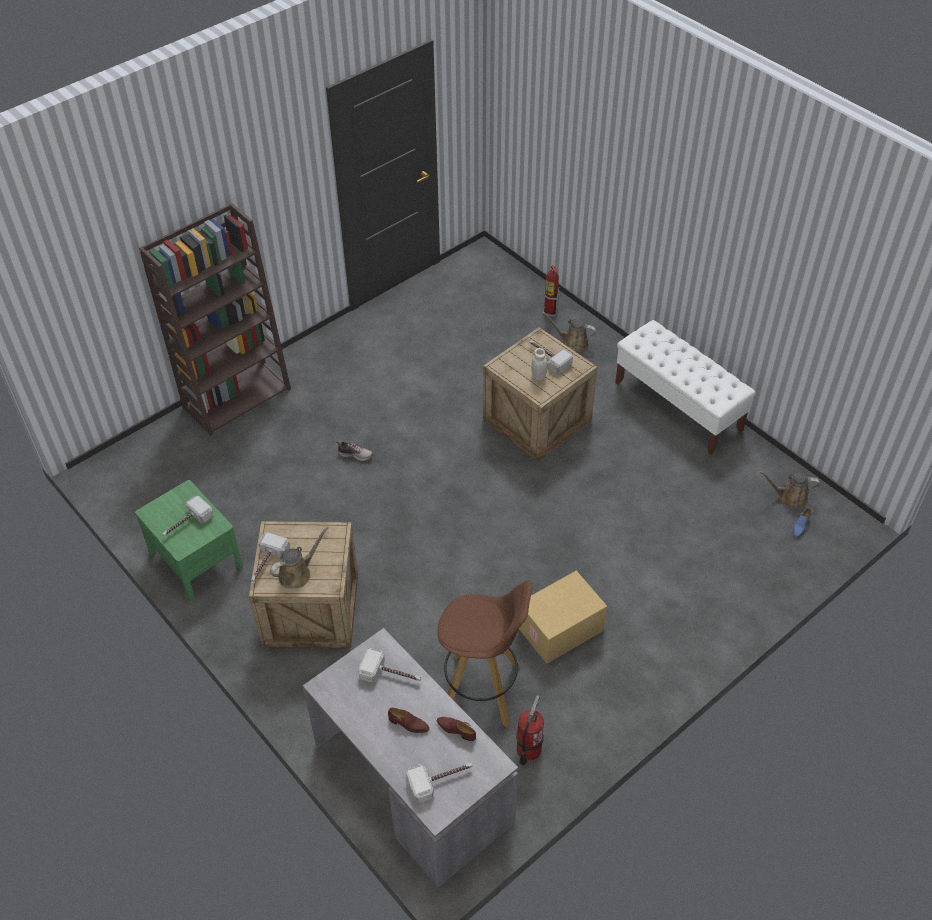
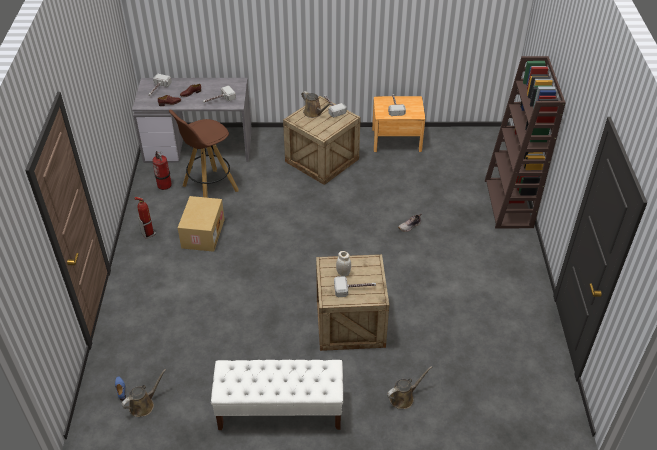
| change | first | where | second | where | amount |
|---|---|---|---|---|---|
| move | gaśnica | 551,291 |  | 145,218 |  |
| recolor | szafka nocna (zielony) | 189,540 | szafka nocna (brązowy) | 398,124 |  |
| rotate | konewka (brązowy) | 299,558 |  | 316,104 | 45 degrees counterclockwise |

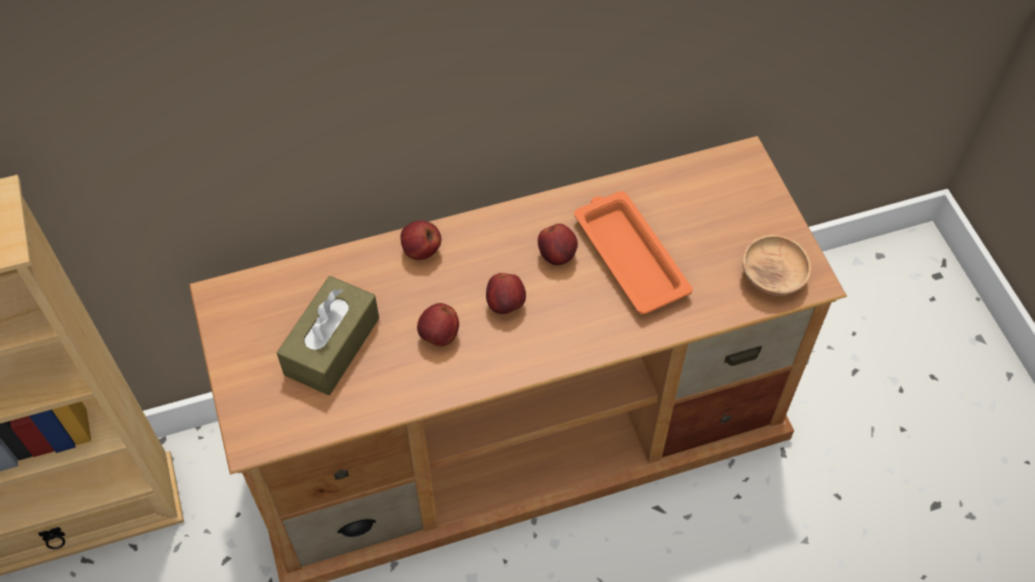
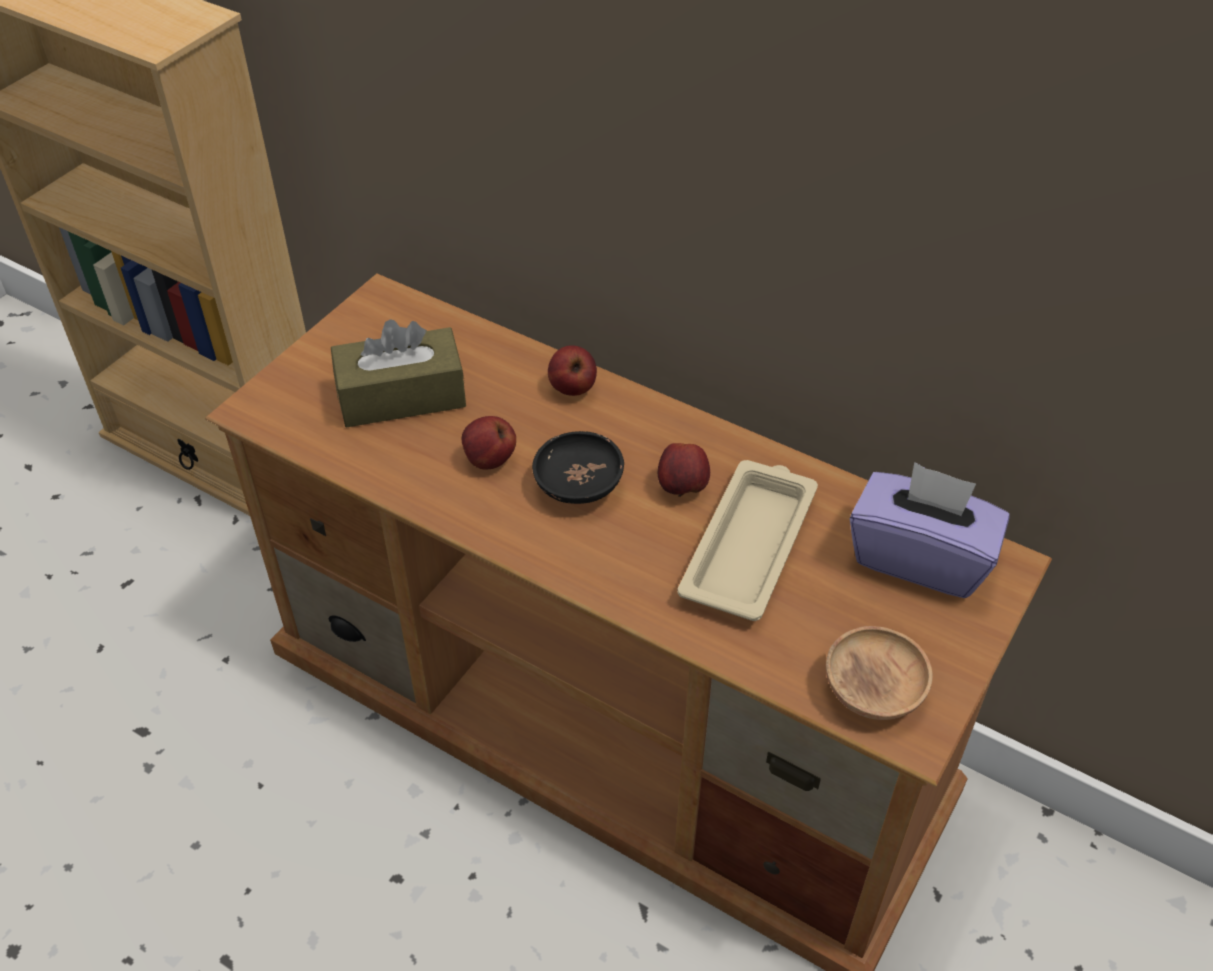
| change | first | where | second | where | amount |
|---|---|---|---|---|---|
| recolor | taca (pomarańczowy) | 633,253 | taca (beżowy) | 747,540 |  |
| replace | jabłko | 506,293 | miska (czarny) | 578,467 |  |
| insert |  |  | pudełko chusteczek (fioletowy) | 929,530 |  |

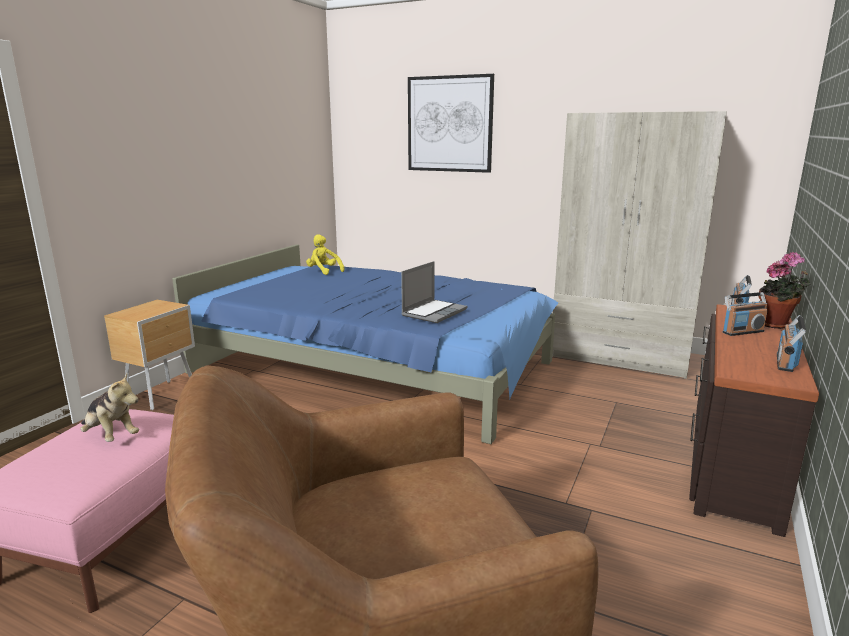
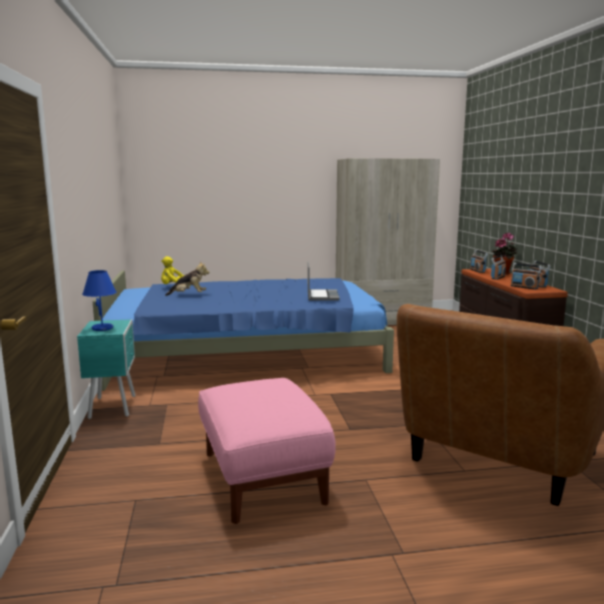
| change | first | where | second | where | amount |
|---|---|---|---|---|---|
| delete | obraz | 451,123 |  |  |  |
| recolor | szafka nocna (brązowy) | 149,355 | szafka nocna (turkusowy) | 106,369 |  |
| move | pluszak | 109,407 |  | 187,278 |  |
| insert |  |  | radio | 526,276 |  |
| insert |  |  | lampa stołowa (niebieski) | 99,300 |  |

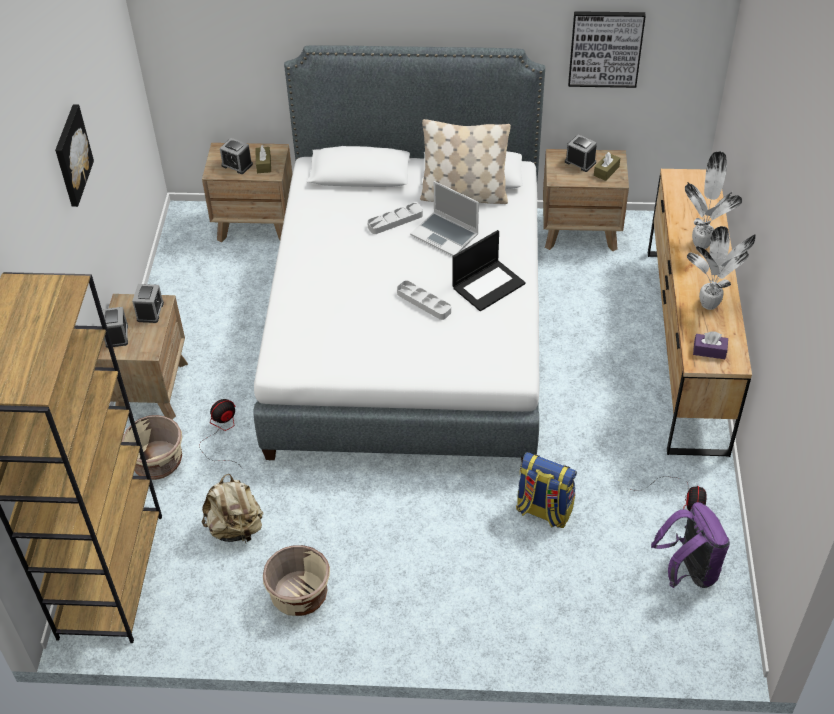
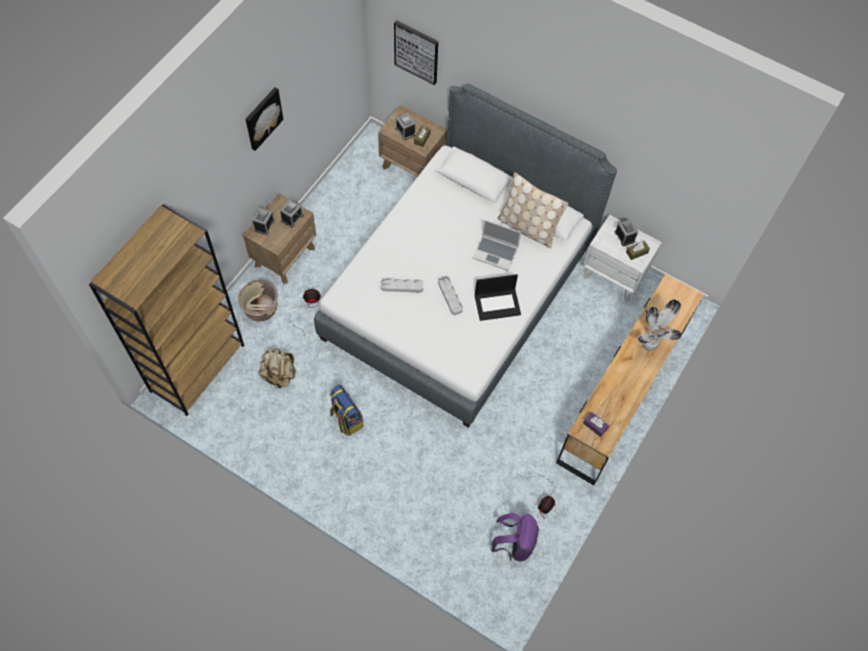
| change | first | where | second | where | amount |
|---|---|---|---|---|---|
| move | obraz | 607,49 |  | 416,52 |  |
| recolor | szafka nocna (brązowy) | 586,200 | szafka nocna (biały) | 622,258 |  |
| rotate | laptop | 444,218 |  | 497,245 | 45 degrees counterclockwise |
| move | taca (szary) | 395,218 |  | 402,286 |  |
| delete | roślina doniczkowa | 721,268 |  |  |  |
| move | plecak | 546,490 |  | 347,410 |  |
| delete | donica (beżowy) | 296,580 |  |  |  |

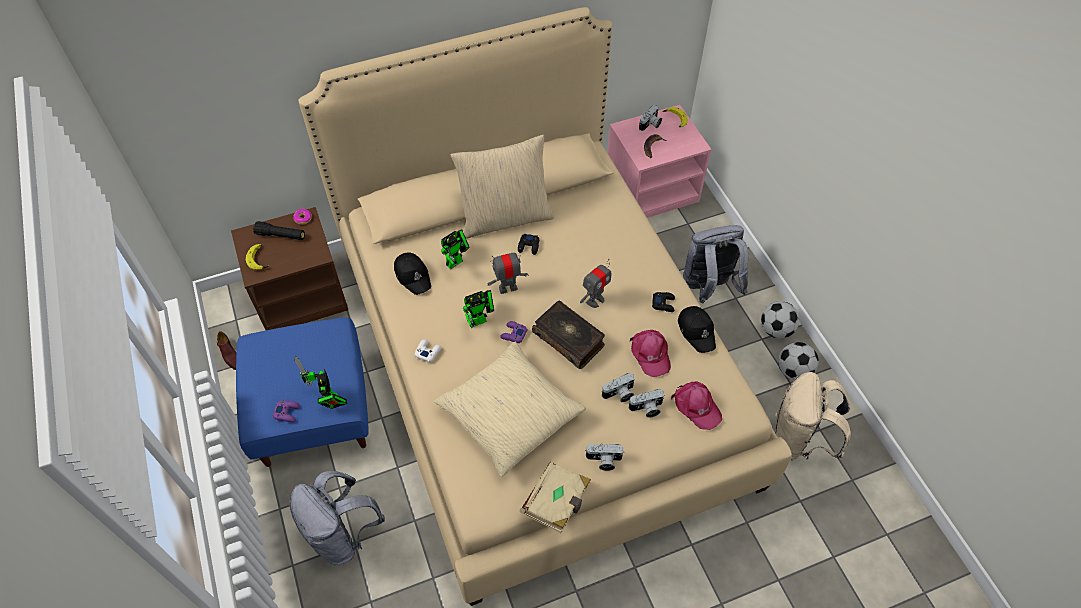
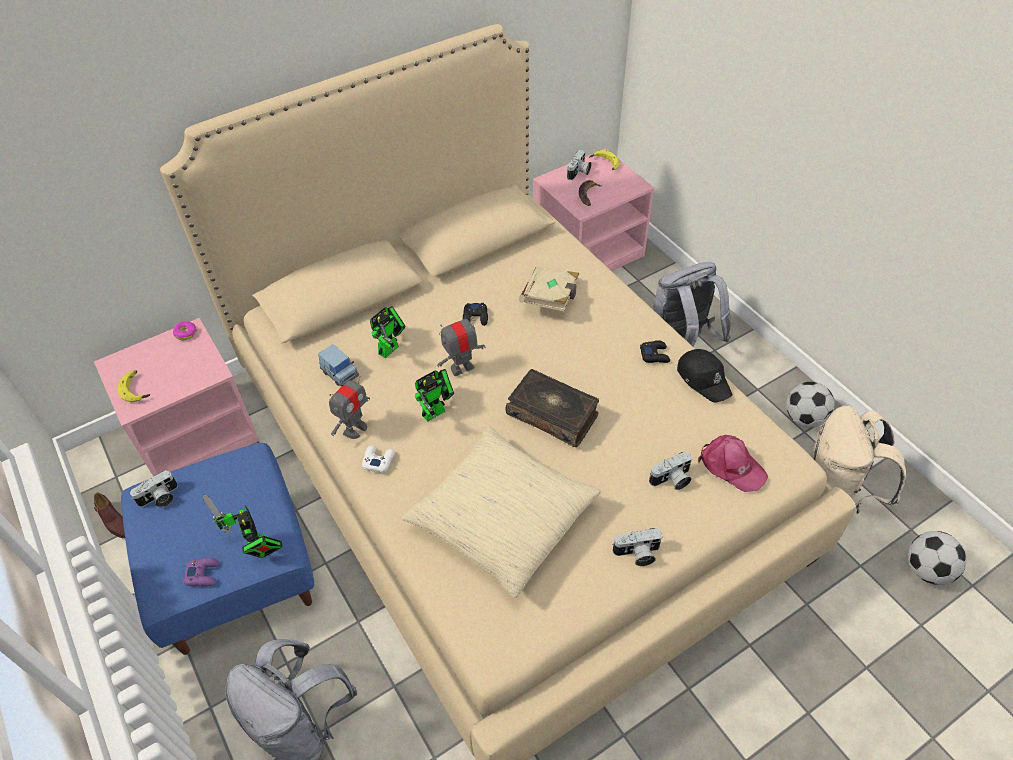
| change | first | where | second | where | amount |
|---|---|---|---|---|---|
| delete | poduszka (beżowy) | 502,187 |  |  |  |
| recolor | szafka nocna (brązowy) | 289,268 | szafka nocna (różowy) | 176,397 |  |
| delete | latarka (czarny) | 279,230 |  |  |  |
| replace | czapka z daszkiem (czarny) | 412,273 | samochodzik (niebieski) | 338,365 |  |
| move | robot zabawkowy | 595,283 |  | 349,404 |  |
| move | piłka futbolowa | 780,320 |  | 937,558 |  |
| delete | pad do gier (fioletowy) | 514,332 |  |  |  |
| delete | czapka z daszkiem (różowy) | 650,353 |  |  |  |
| move | aparat fotograficzny | 618,387 |  | 154,488 |  |
| move | książka (beżowy) | 555,497 |  | 549,288 |  |

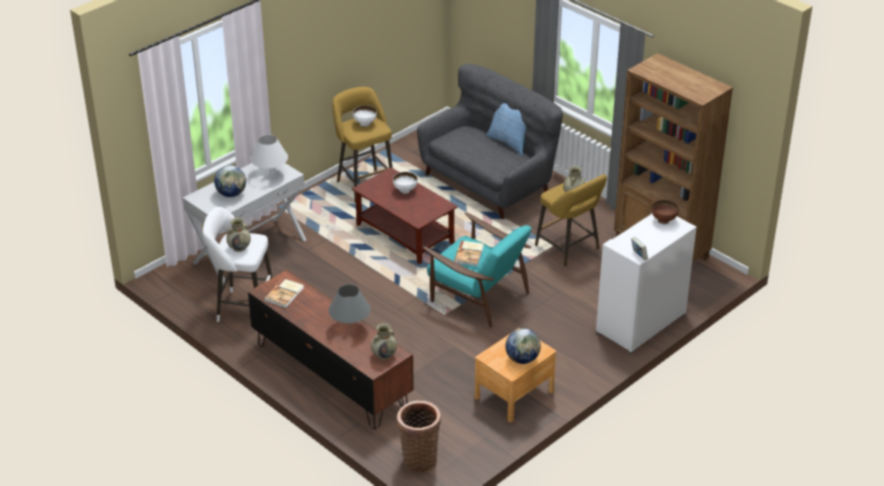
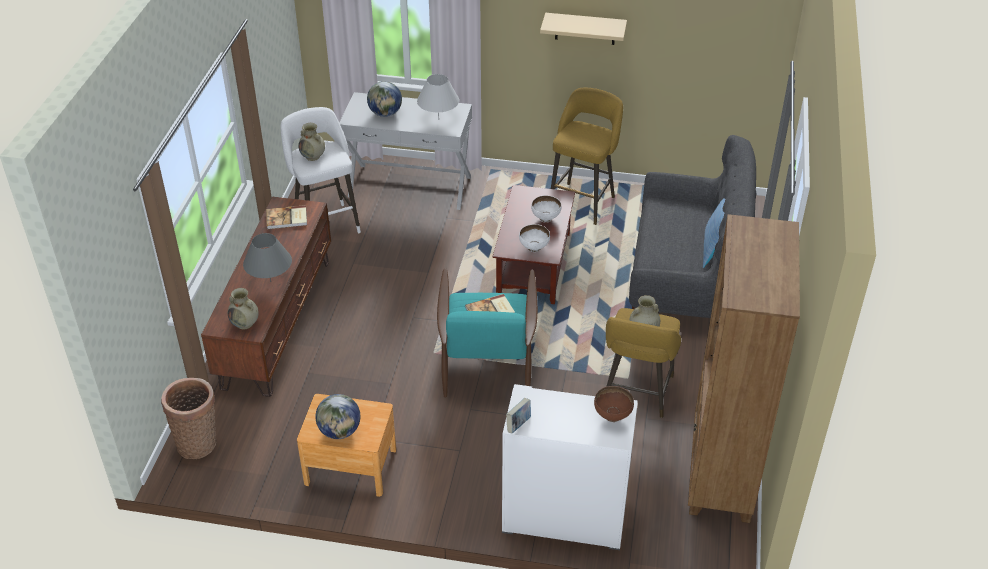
| change | first | where | second | where | amount |
|---|---|---|---|---|---|
| move | miska (biały) | 365,116 |  | 534,238 |  |
| insert |  |  | półka (beżowy) | 583,29 |  |

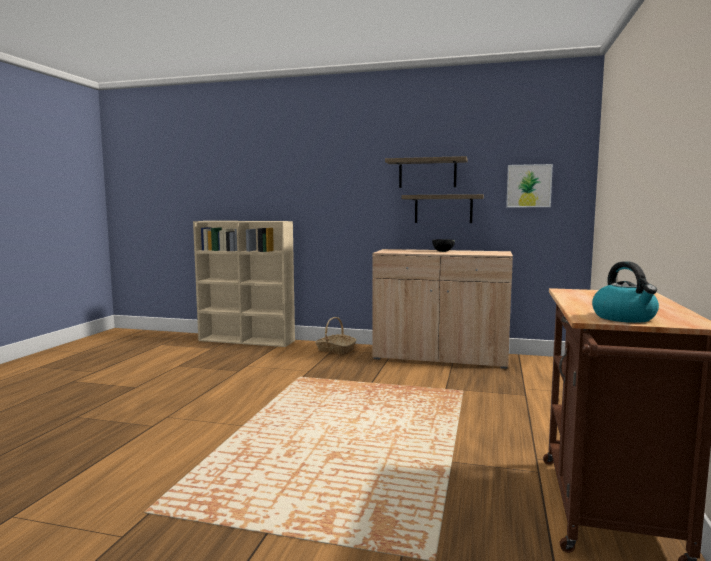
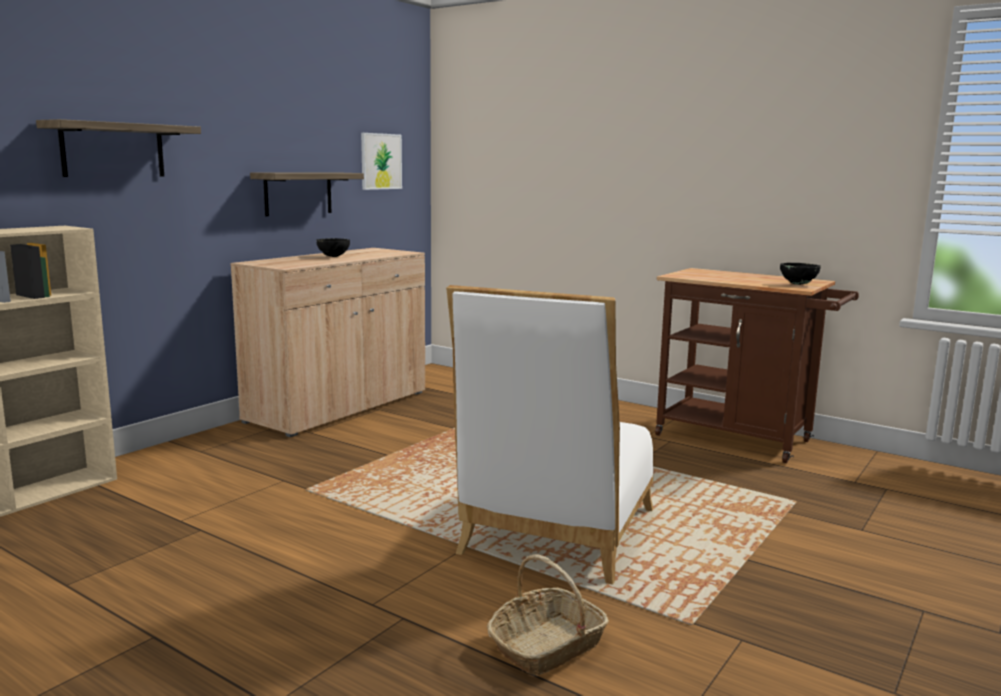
| change | first | where | second | where | amount |
|---|---|---|---|---|---|
| move | półka | 426,172 |  | 118,148 |  |
| replace | czajnik | 625,292 | miska (czarny) | 800,274 |  |
| move | koszyk | 335,335 |  | 548,614 |  |
| insert |  |  | krzesło (biały) | 550,435 |  |

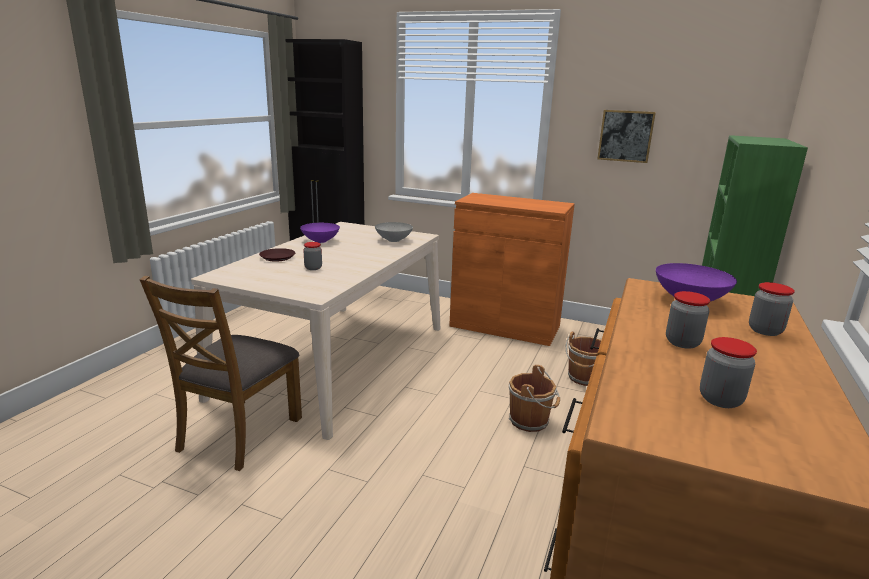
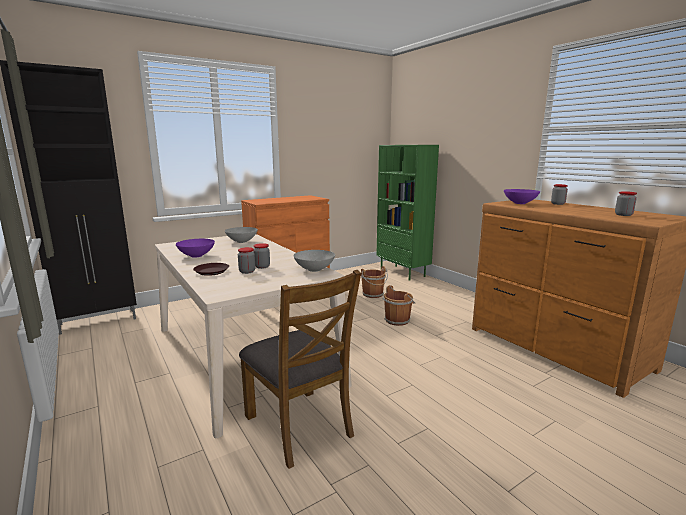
| change | first | where | second | where | amount |
|---|---|---|---|---|---|
| delete | obraz | 626,136 |  |  |  |
| move | słoik | 688,320 |  | 246,260 |  |
| insert |  |  | miska (szary) | 314,261 |  |

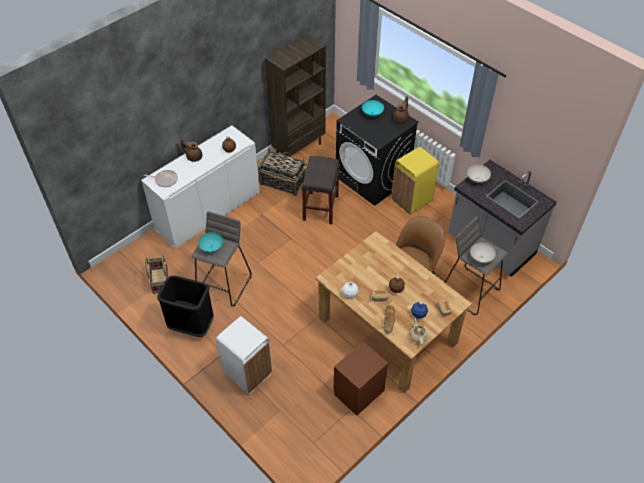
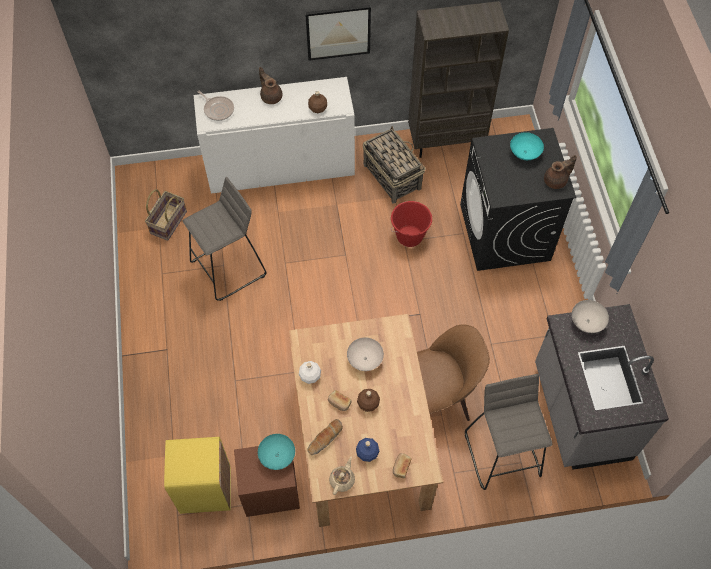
| change | first | where | second | where | amount |
|---|---|---|---|---|---|
| move | kosz na śmieci (żółty) | 415,181 |  | 197,475 |  |
| replace | stołek (szary) | 320,190 | wiadro (czerwony) | 411,224 |  |
| move | miska (turkusowy) | 210,242 |  | 276,452 |  |
| move | miska (biały) | 483,252 |  | 365,354 |  |
| delete | kosz na śmieci (czarny) | 185,306 |  |  |  |
| delete | kosz na śmieci (biały) | 244,355 |  |  |  |
| insert |  |  | obraz | 338,33 |  |

